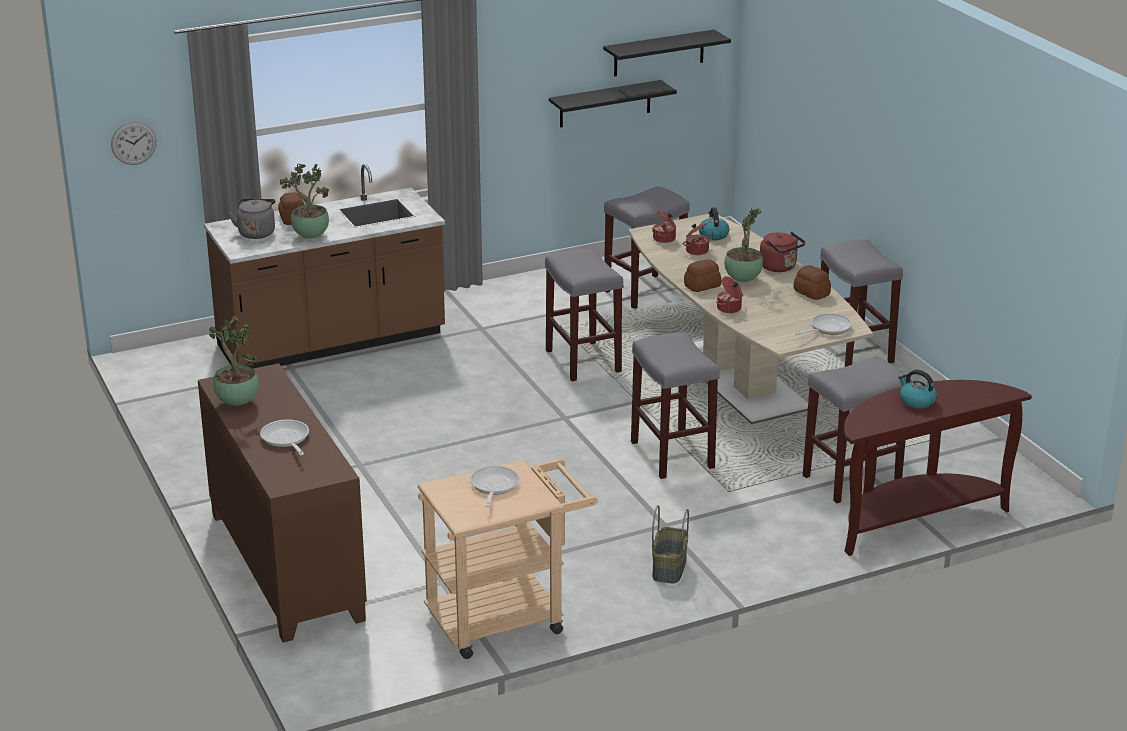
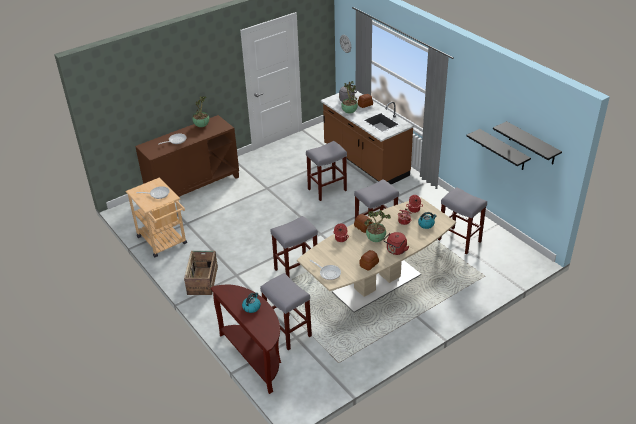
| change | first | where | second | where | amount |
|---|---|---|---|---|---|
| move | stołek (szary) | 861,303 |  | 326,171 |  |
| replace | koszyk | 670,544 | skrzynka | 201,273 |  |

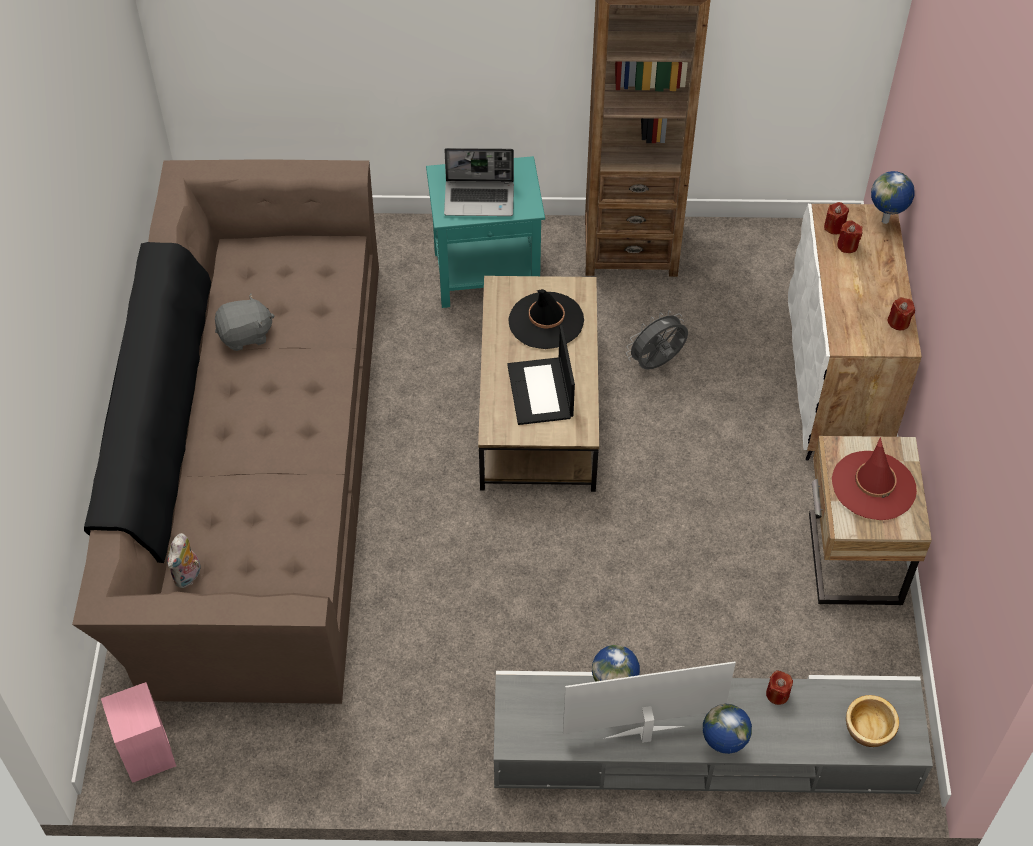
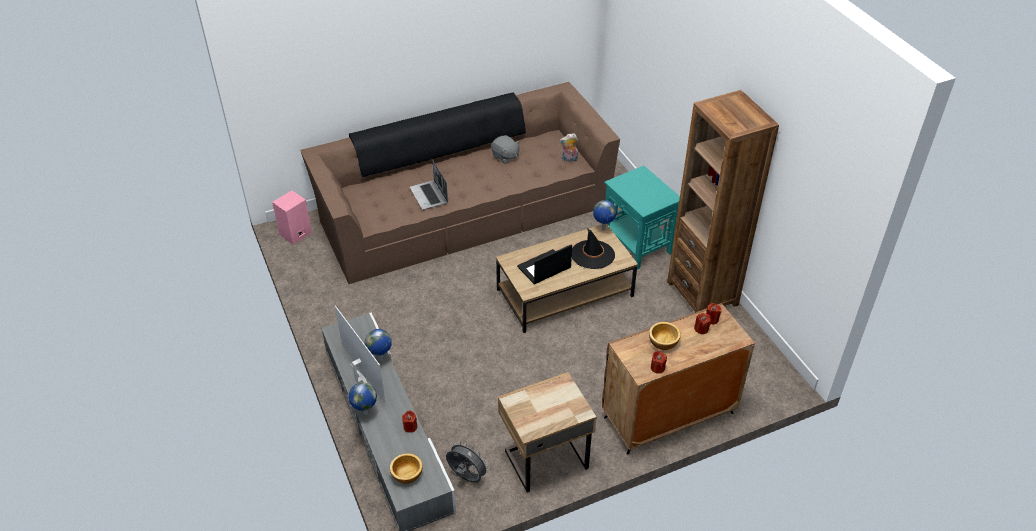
| change | first | where | second | where | amount |
|---|---|---|---|---|---|
| move | laptop | 479,182 |  | 429,185 |  |
| move | globus | 893,197 |  | 605,215 |  |
| recolor | szafka (biały) | 855,332 | szafka (brązowy) | 678,378 |  |
| move | wentylator (szary) | 657,340 |  | 468,462 |  |
| delete | kapelusz (czerwony) | 874,478 |  |  |  |
| move | pluszak | 184,560 |  | 569,147 |  |
| insert |  |  | miska | 665,336 |  |

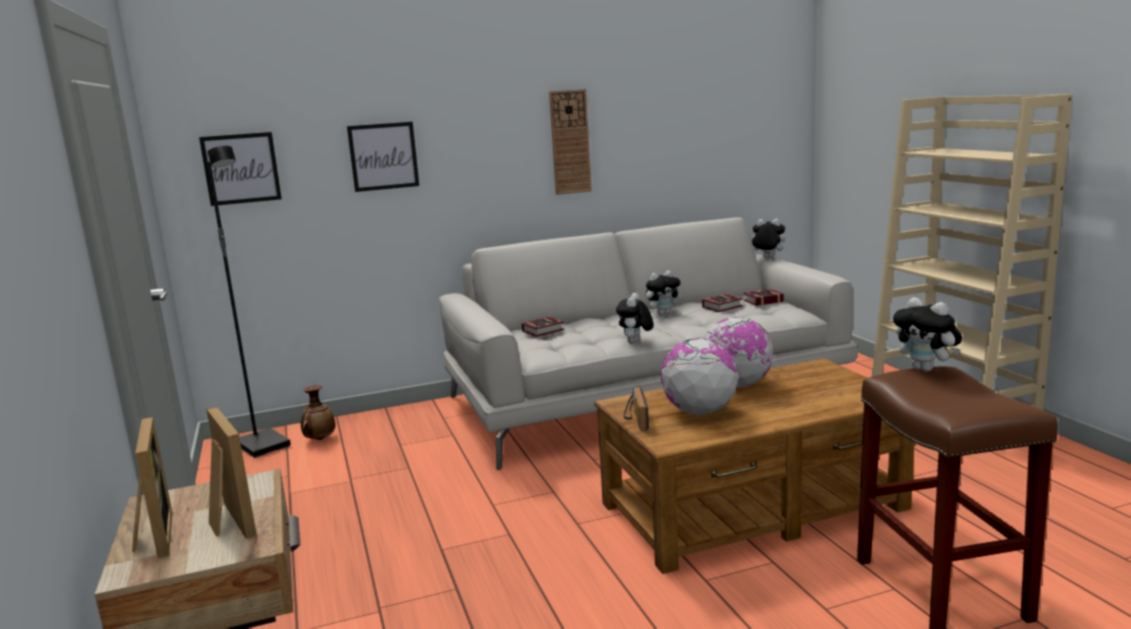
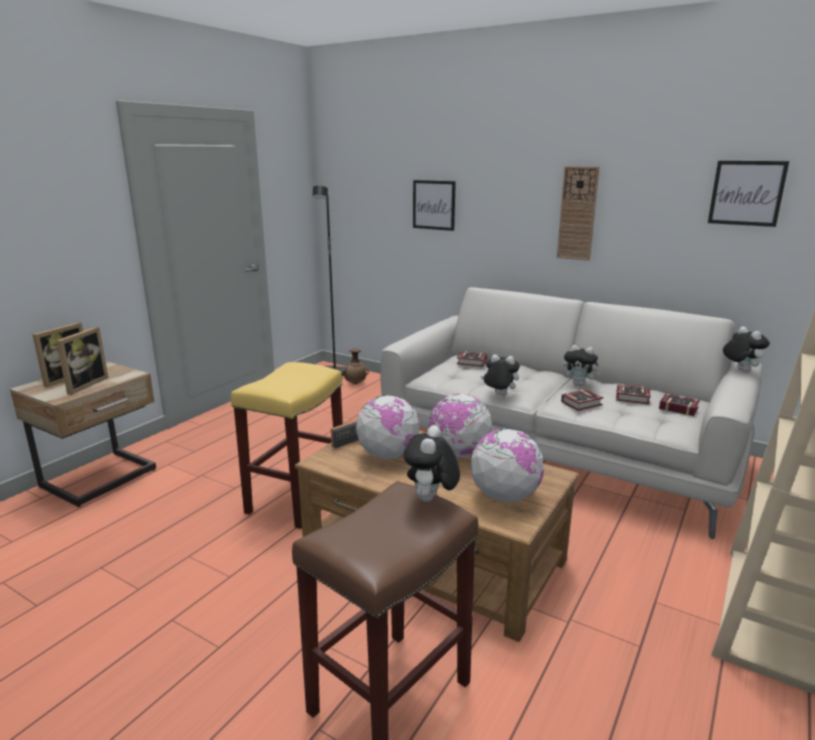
| change | first | where | second | where | amount |
|---|---|---|---|---|---|
| move | obraz | 240,169 |  | 748,194 |  |
| rotate | pluszak | 634,318 |  | 500,374 | 45 degrees clockwise |
| insert |  |  | stołek (żółty) | 287,445 |  |
| insert |  |  | książka | 582,400 |  |
| insert |  |  | globus | 507,465 |  |

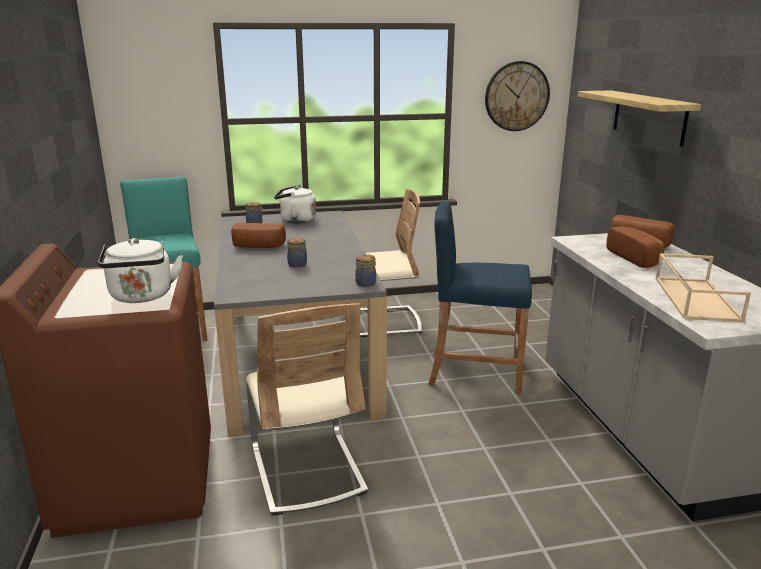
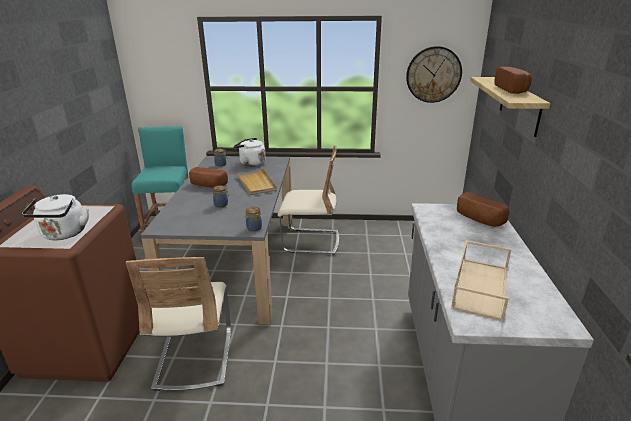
| change | first | where | second | where | amount |
|---|---|---|---|---|---|
| delete | stołek (niebieski) | 480,297 |  |  |  |
| move | chleb | 636,247 |  | 513,80 |  |
| insert |  |  | taca (beżowy) | 255,181 |  |

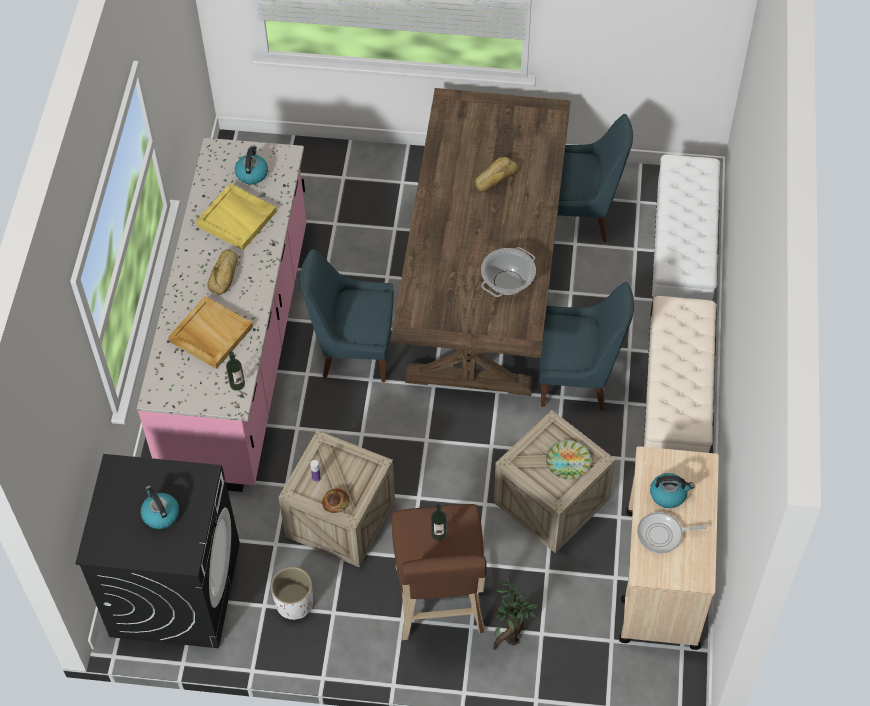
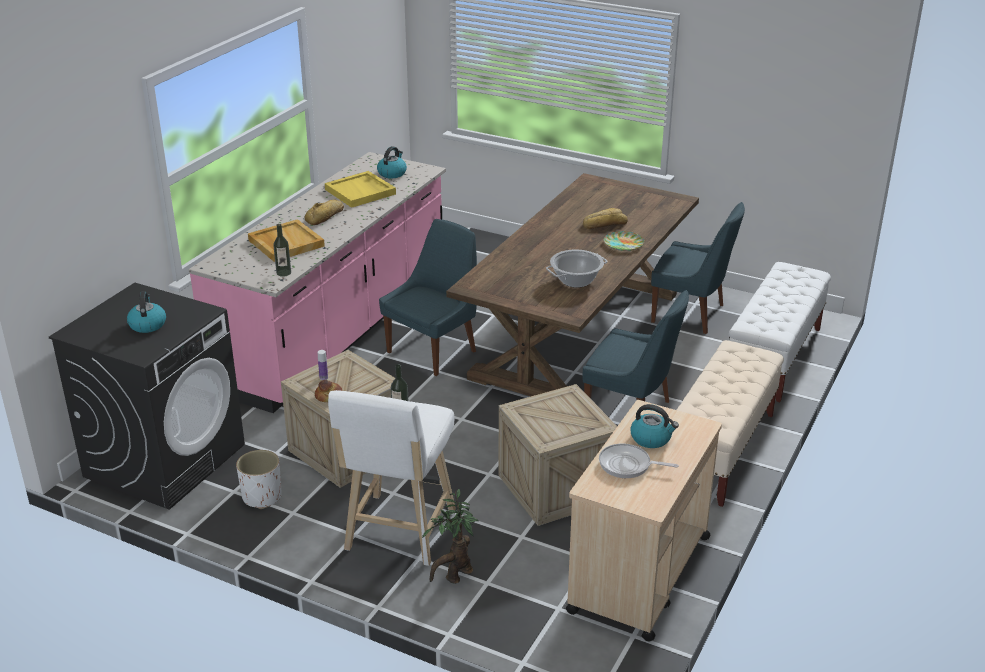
| change | first | where | second | where | amount |
|---|---|---|---|---|---|
| rotate | krzesło (niebieski) | 347,315 |  | 428,297 | 105 degrees clockwise |
| move | talerz | 568,460 |  | 624,241 |  |
| recolor | stołek (brązowy) | 439,572 | stołek (biały) | 392,478 |  |

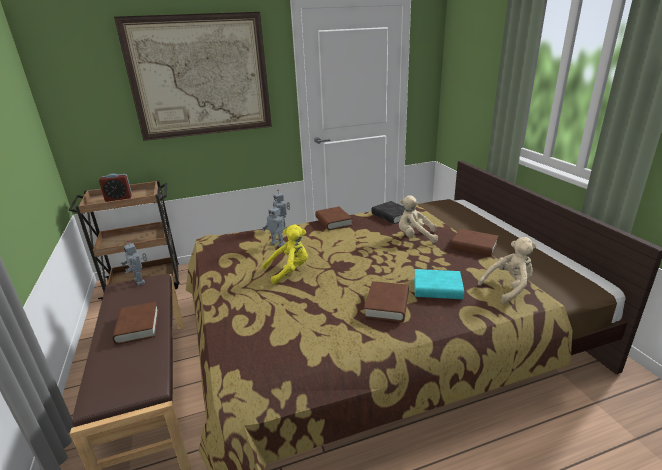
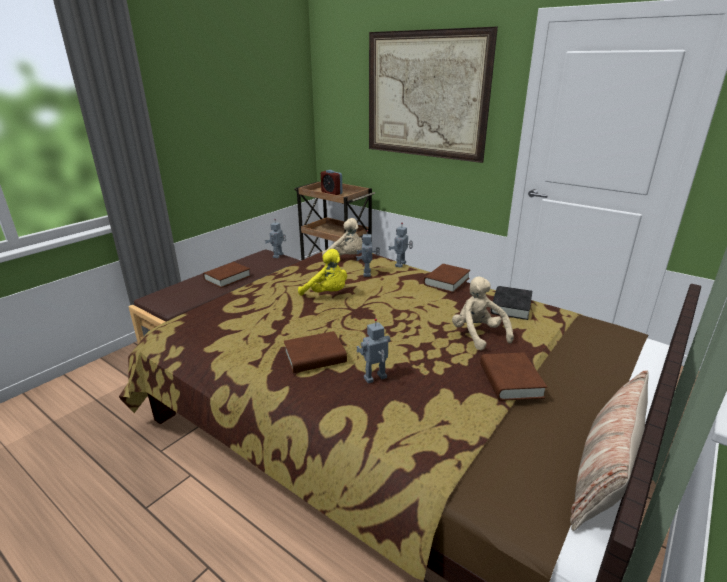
| change | first | where | second | where | amount |
|---|---|---|---|---|---|
| move | pluszak (beżowy) | 507,270 |  | 342,237 |  |
| replace | książka (turkusowy) | 439,284 | robot zabawkowy | 373,350 |  |
| insert |  |  | poduszka | 609,450 |  |

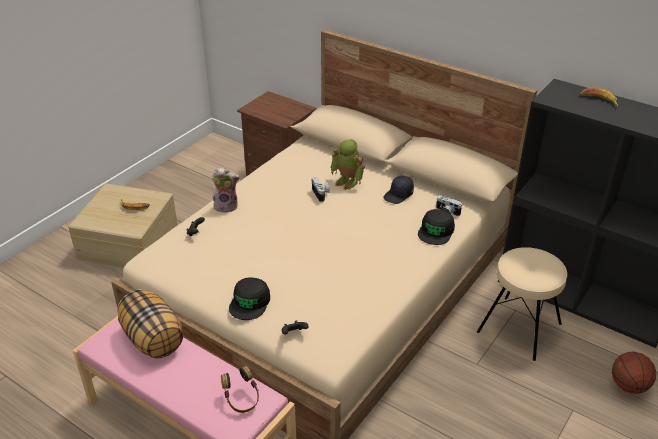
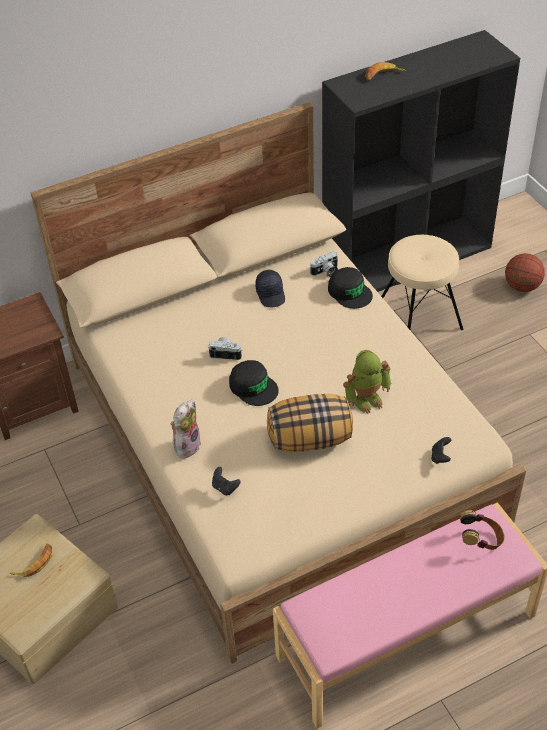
| change | first | where | second | where | amount |
|---|---|---|---|---|---|
| move | robot zabawkowy | 347,164 |  | 367,382 |  |
| move | czapka z daszkiem (czarny) | 249,298 |  | 254,383 |  |
| move | poduszka | 150,324 |  | 310,423 |  |

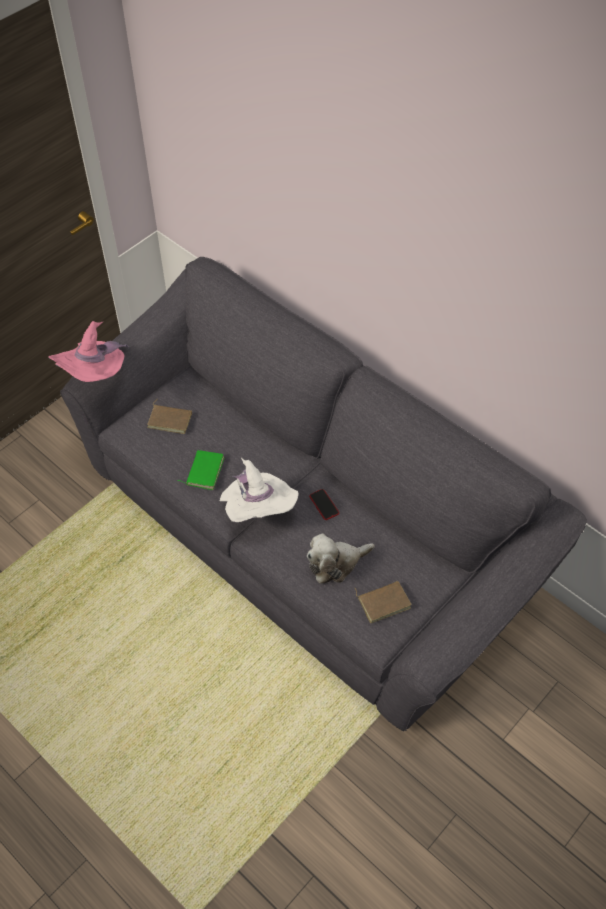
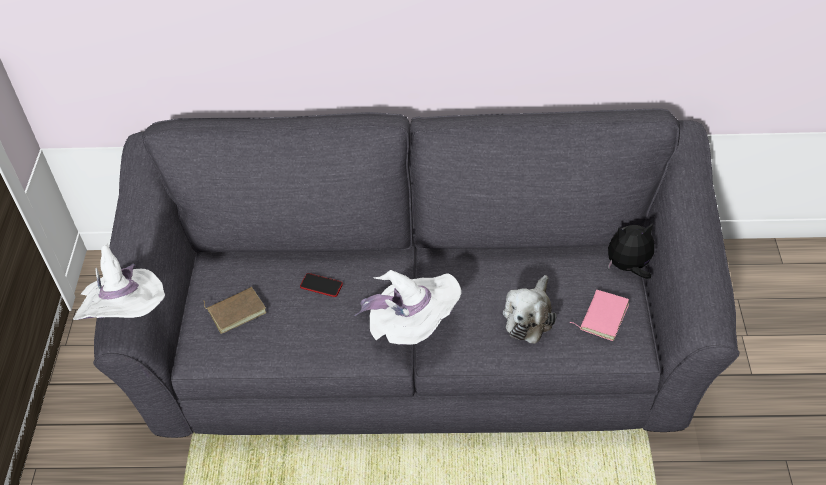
| change | first | where | second | where | amount |
|---|---|---|---|---|---|
| recolor | kapelusz (różowy) | 88,351 | kapelusz (biały) | 119,281 |  |
| delete | książka (zielony) | 201,470 |  |  |  |
| move | telefon | 324,504 |  | 321,285 |  |
| recolor | książka (brązowy) | 383,602 | książka (różowy) | 599,315 |  |
| insert |  |  | pluszak | 631,251 |  |

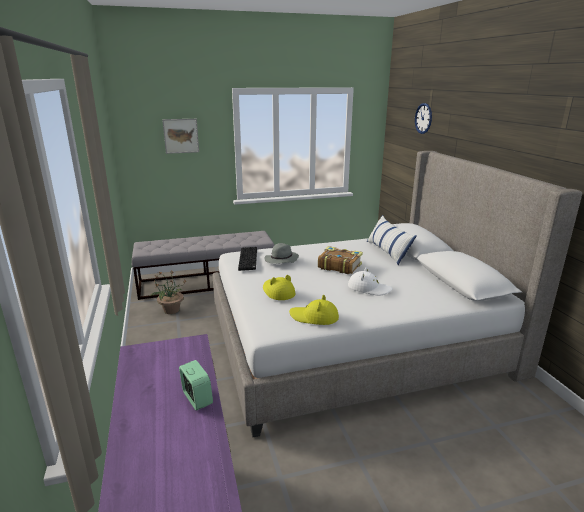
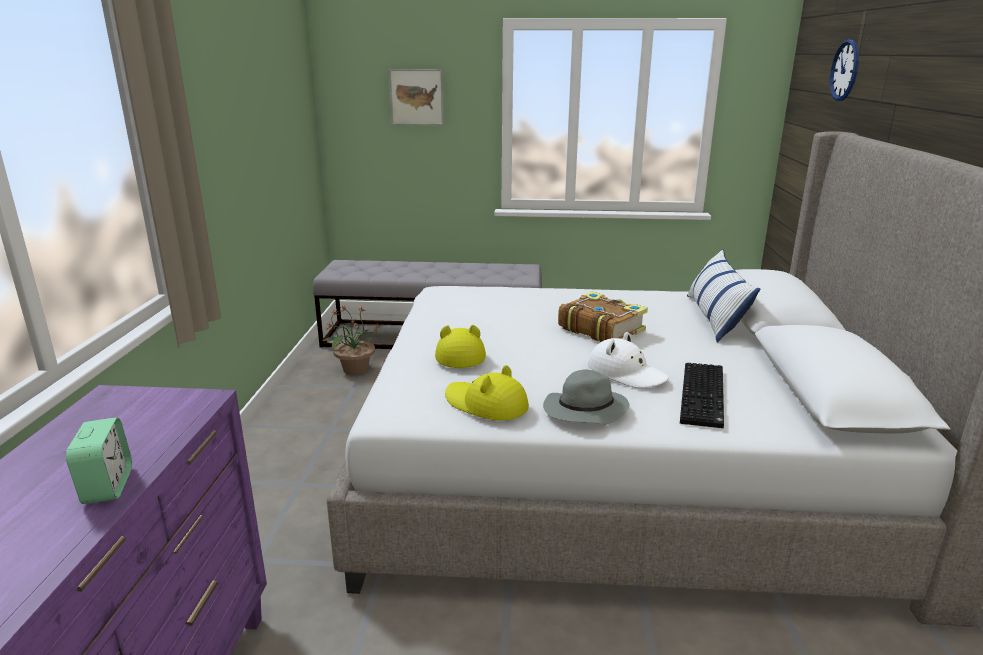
| change | first | where | second | where | amount |
|---|---|---|---|---|---|
| move | kapelusz (szary) | 281,253 |  | 586,397 |  |
| move | klawiatura | 247,259 |  | 702,395 |  |

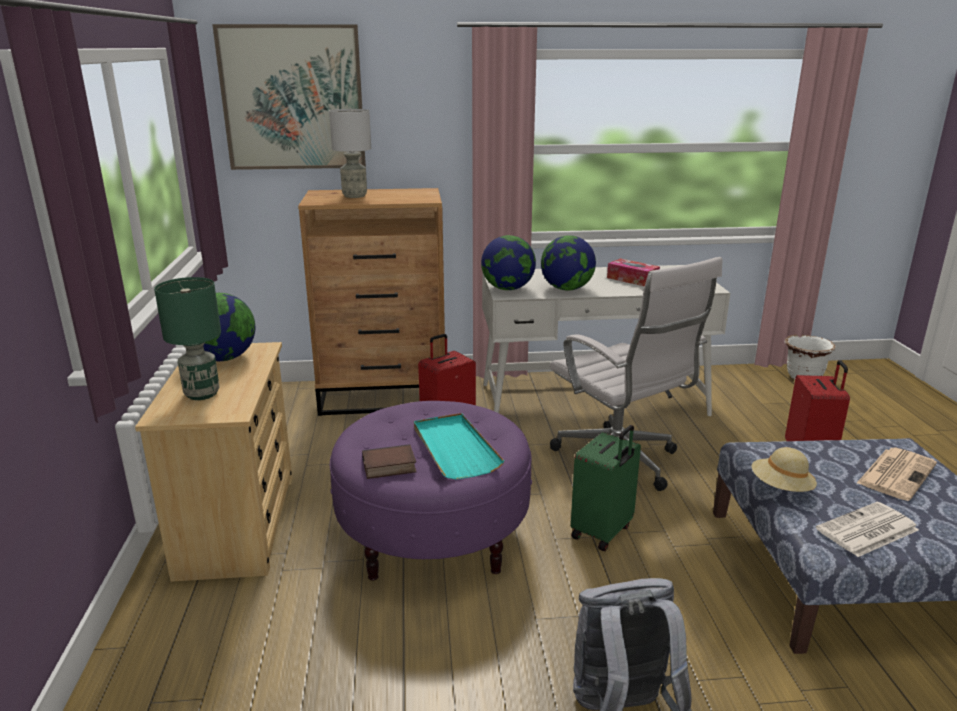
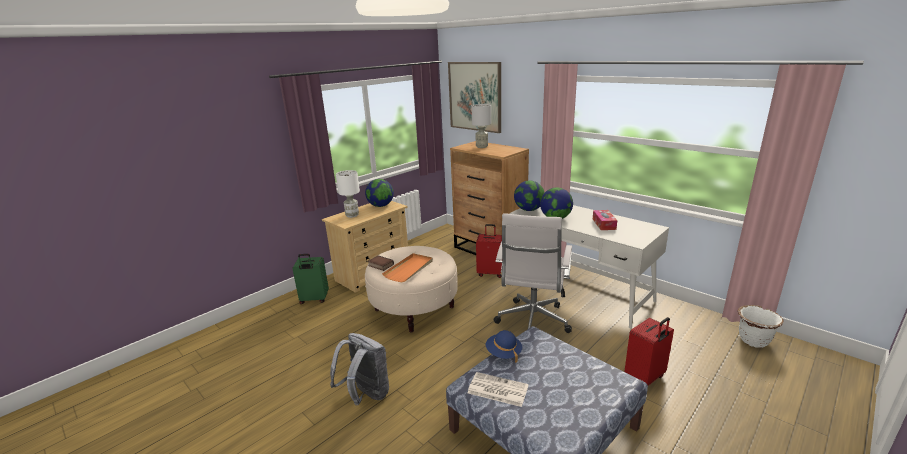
| change | first | where | second | where | amount |
|---|---|---|---|---|---|
| recolor | lampa stołowa (zielony) | 187,338 | lampa stołowa (biały) | 348,194 |  |
| recolor | pufa (fioletowy) | 431,491 | pufa (beżowy) | 411,289 |  |
| recolor | taca (turkusowy) | 459,446 | taca (pomarańczowy) | 407,267 |  |
| move | walizka (zielony) | 606,488 |  | 310,279 |  |
| recolor | kapelusz (beżowy) | 784,469 | kapelusz (niebieski) | 504,346 |  |
| delete | gazeta | 897,474 |  |  |  |

